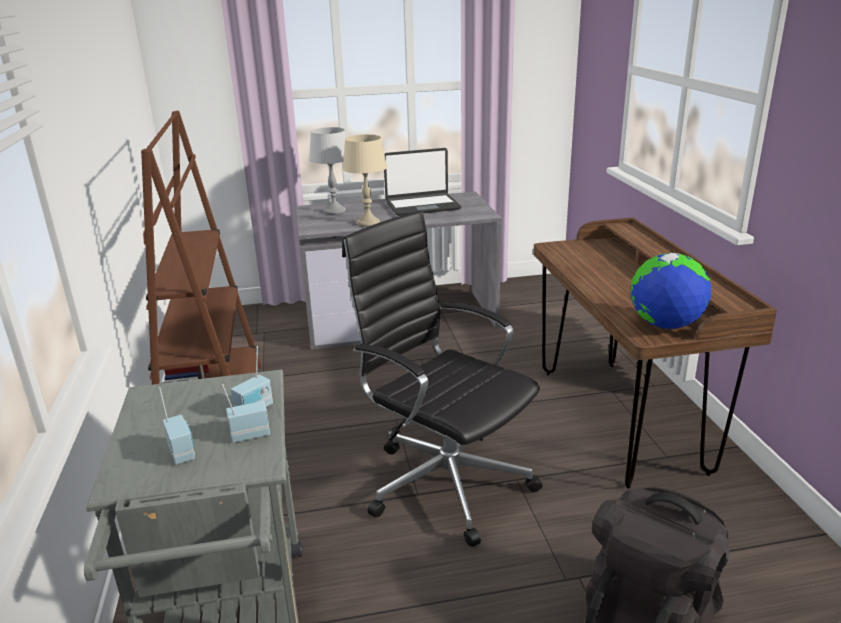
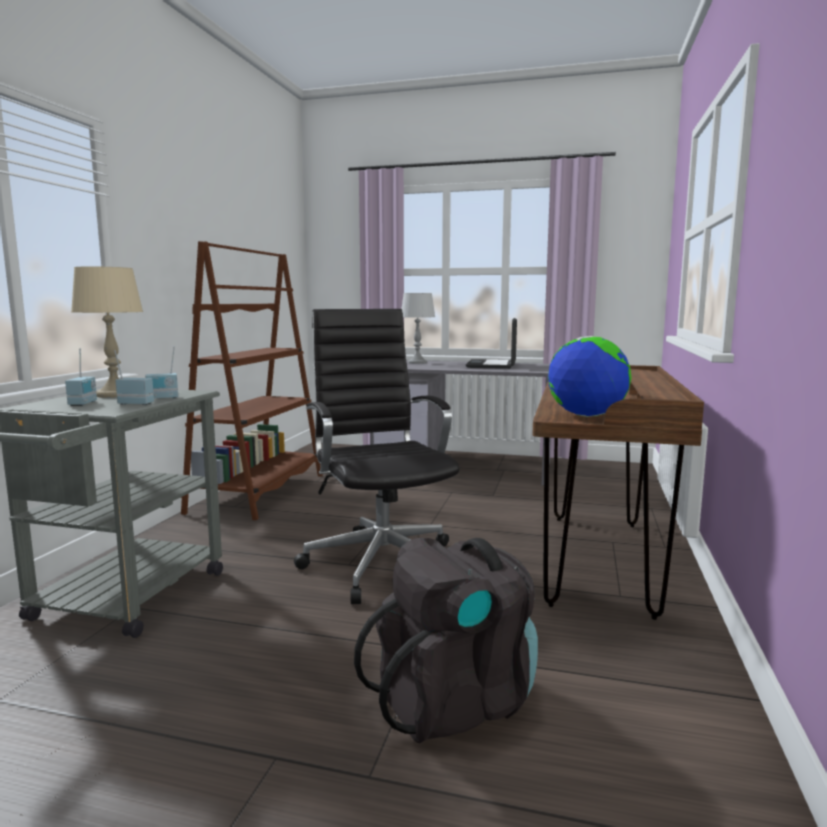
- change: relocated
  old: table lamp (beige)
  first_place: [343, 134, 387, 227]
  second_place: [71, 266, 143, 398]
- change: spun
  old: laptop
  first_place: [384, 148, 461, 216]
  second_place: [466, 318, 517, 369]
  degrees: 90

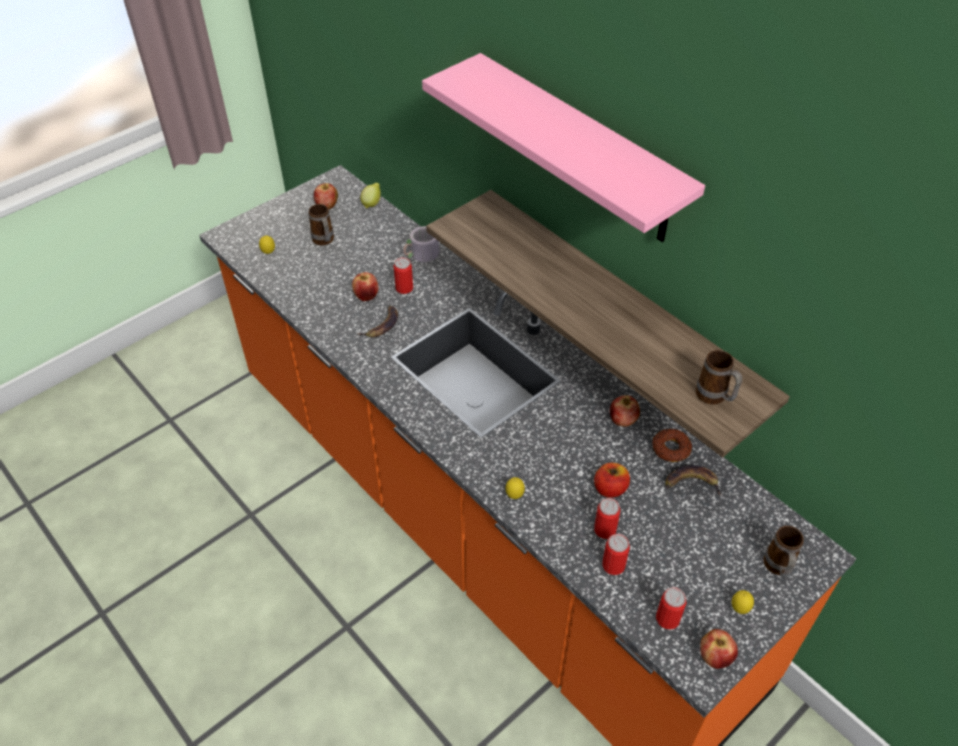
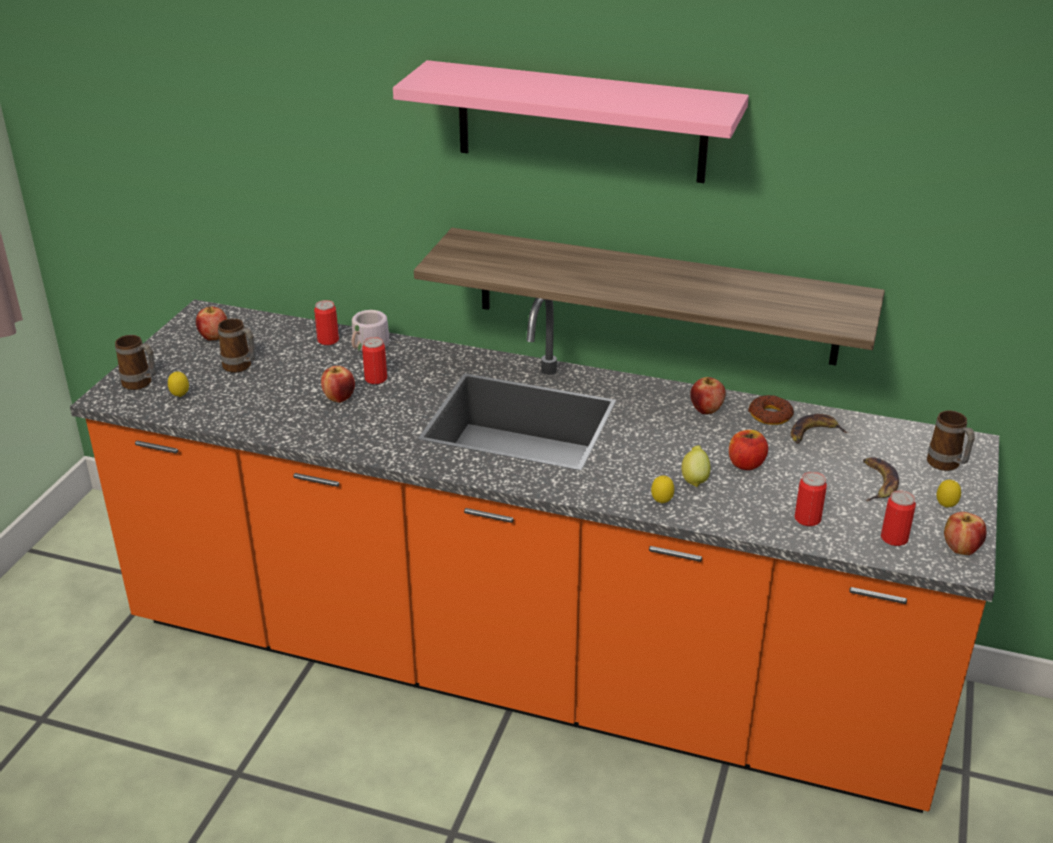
- change: relocated
  old: lemon
  first_place: [360, 183, 381, 208]
  second_place: [681, 445, 711, 487]
- change: relocated
  old: banana
  first_place: [357, 306, 398, 337]
  second_place: [863, 457, 899, 501]
- change: relocated
  old: mug
  first_place: [696, 350, 742, 404]
  second_place: [115, 335, 156, 390]
- change: relocated
  old: can
  first_place: [594, 498, 620, 539]
  second_place: [314, 300, 339, 345]

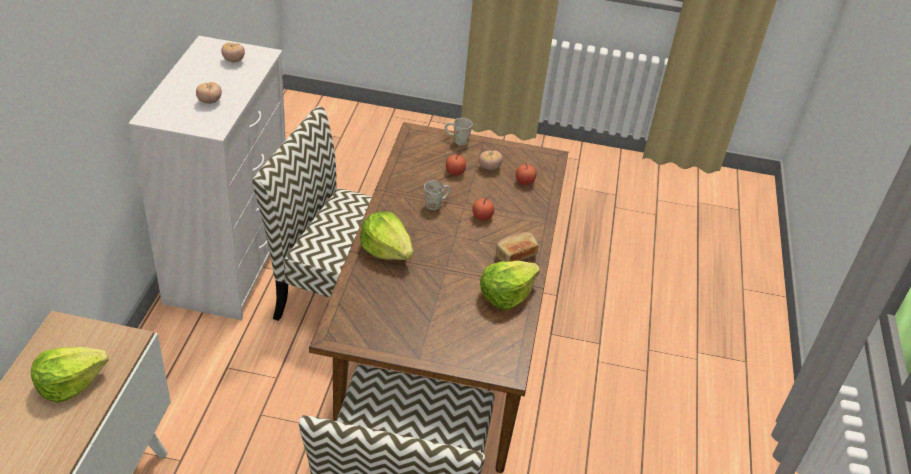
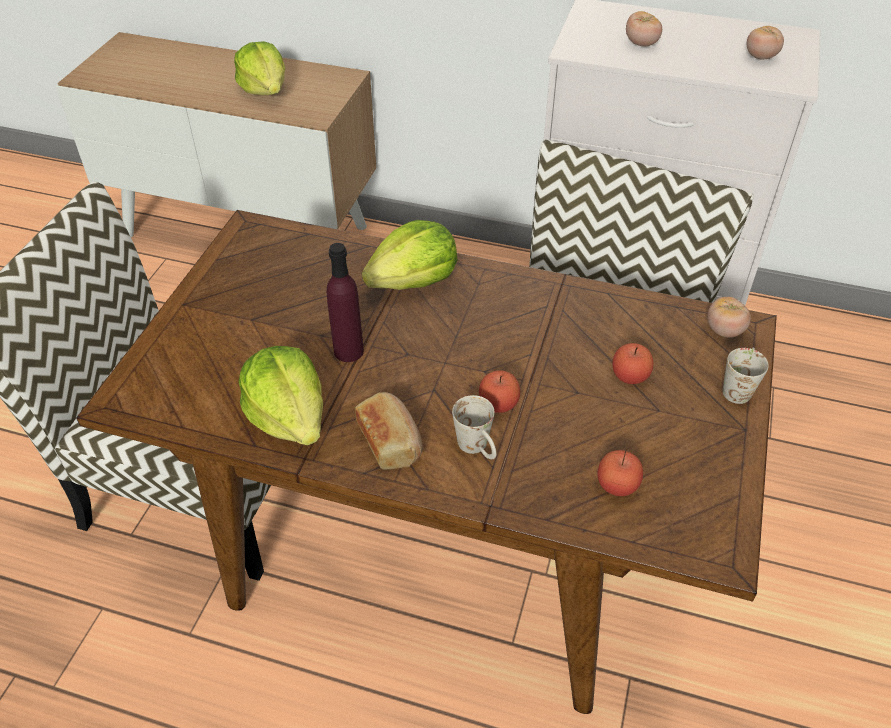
- change: relocated
  old: tomato
  first_place: [478, 150, 503, 170]
  second_place: [707, 297, 751, 338]
- change: relocated
  old: mug (white)
  first_place: [424, 180, 450, 210]
  second_place: [452, 395, 497, 459]
- change: appeared
  new: bottle (purple)
  second_place: [327, 243, 364, 362]

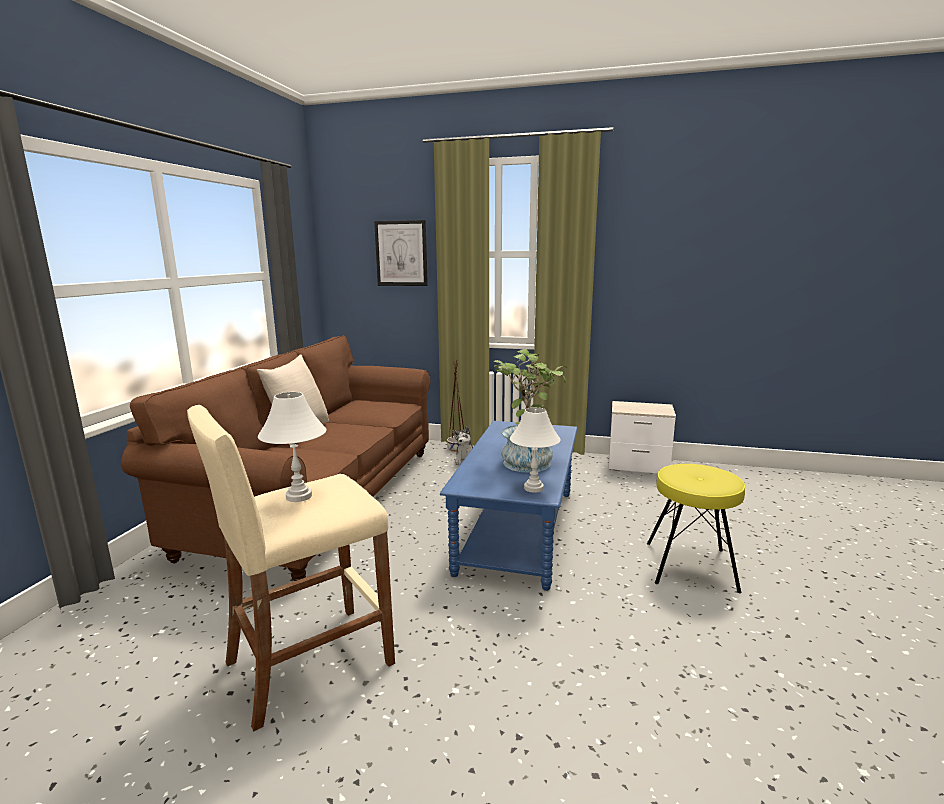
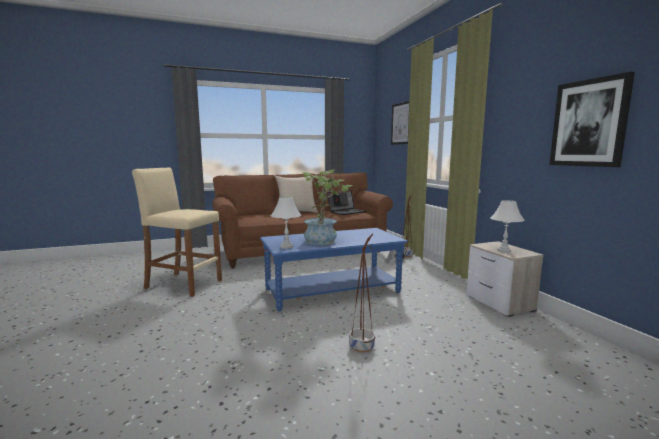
- change: relocated
  old: table lamp (white)
  first_place: [258, 392, 326, 502]
  second_place: [490, 200, 525, 253]
- change: exchanged
  old: stool (yellow)
  new: planter (brown)
  first_place: [647, 464, 745, 593]
  second_place: [349, 234, 375, 352]
- change: appeared
  new: picture
  second_place: [549, 72, 635, 167]
- change: appeared
  new: laptop
  second_place: [327, 190, 366, 215]

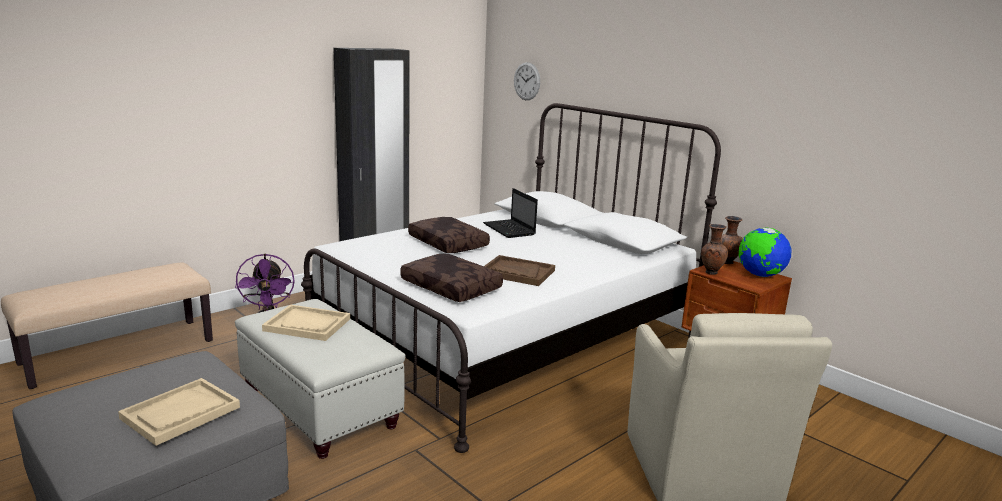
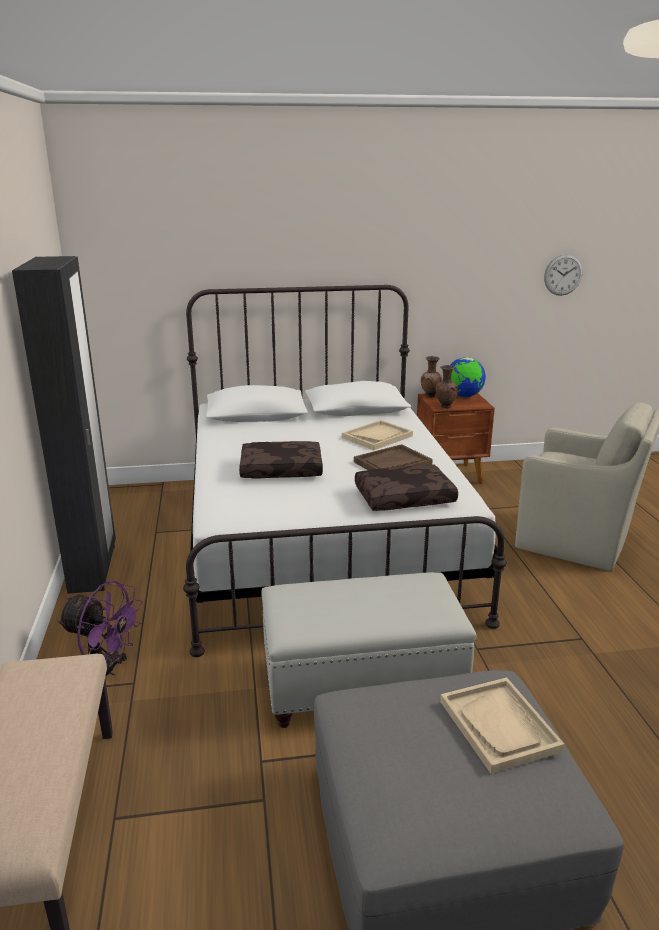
- change: relocated
  old: wall clock
  first_place: [514, 62, 540, 100]
  second_place: [544, 254, 583, 296]
- change: missing
  old: laptop
  first_place: [483, 188, 538, 238]
- change: relocated
  old: tray (beige)
  first_place: [262, 305, 350, 341]
  second_place: [342, 420, 413, 450]

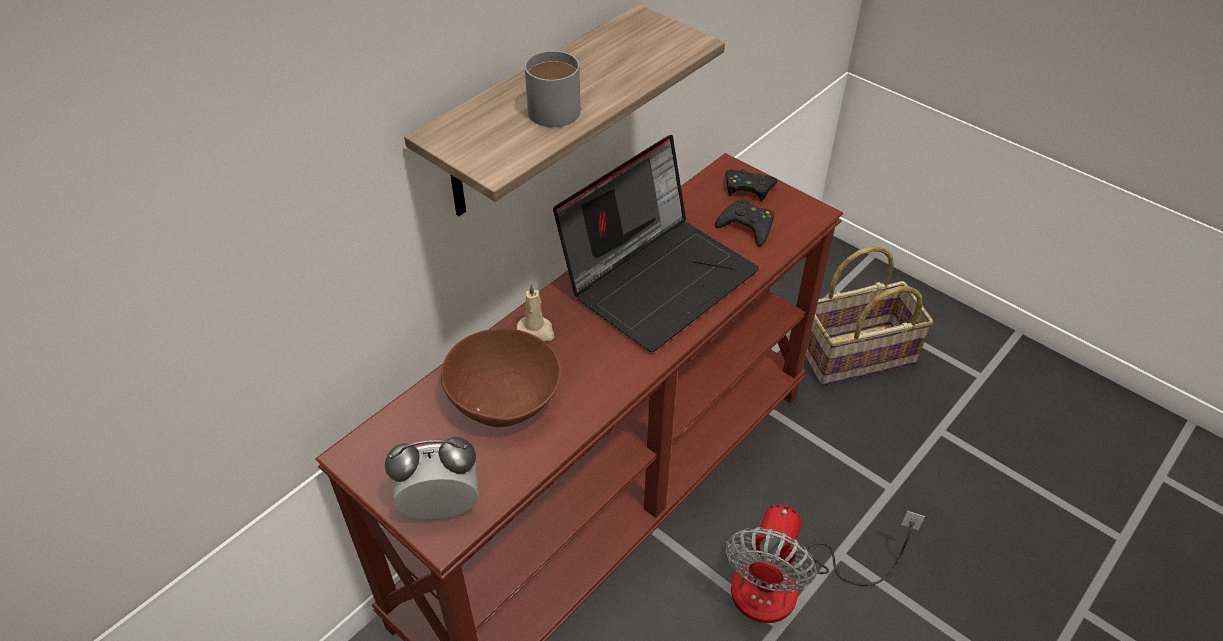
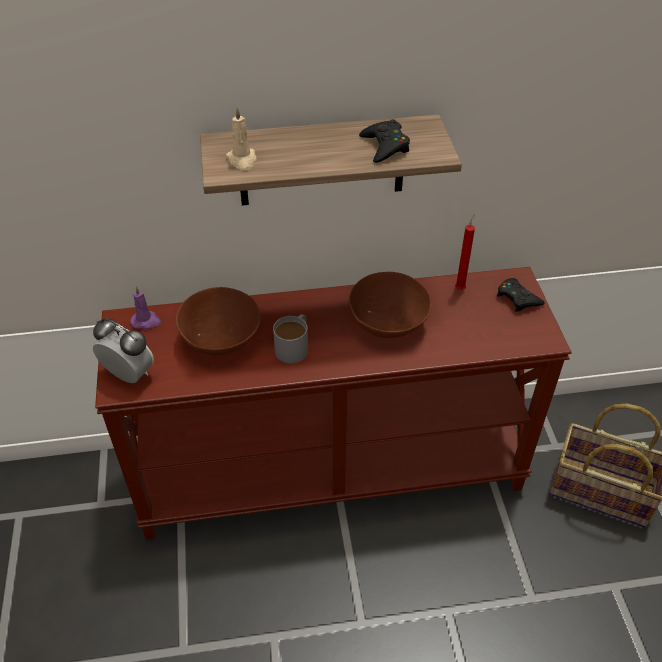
- change: relocated
  old: mug (grey)
  first_place: [525, 51, 581, 127]
  second_place: [273, 314, 308, 363]
- change: exchanged
  old: laptop
  new: bowl (brown)
  first_place: [553, 135, 759, 352]
  second_place: [349, 272, 432, 338]
- change: relocated
  old: game controller (black)
  first_place: [715, 199, 774, 247]
  second_place: [359, 119, 410, 163]
- change: relocated
  old: candle (beige)
  first_place: [517, 283, 554, 341]
  second_place: [226, 107, 257, 170]
- change: missing
  old: fan
  first_place: [725, 505, 925, 623]
- change: appeared
  new: candle (red)
  second_place: [455, 214, 475, 290]
- change: appeared
  new: candle (purple)
  second_place: [130, 286, 161, 329]

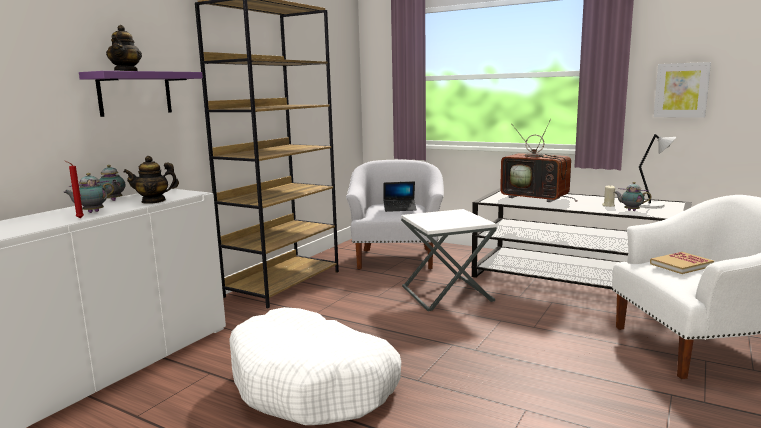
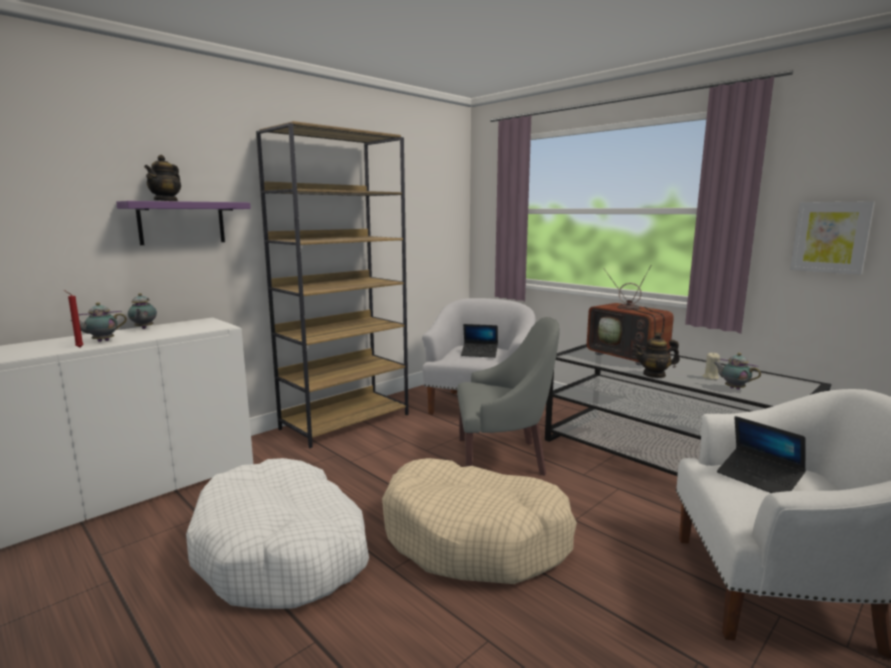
- change: missing
  old: table lamp (grey)
  first_place: [639, 134, 676, 208]
- change: relocated
  old: teapot
  first_place: [123, 156, 179, 204]
  second_place: [634, 333, 680, 378]
- change: exchanged
  old: side table (white)
  new: armchair (grey)
  first_place: [401, 209, 497, 311]
  second_place: [457, 317, 560, 476]
- change: exchanged
  old: book
  new: laptop
  first_place: [650, 252, 714, 274]
  second_place: [717, 416, 806, 493]
- change: appeared
  new: dog bed (beige)
  second_place: [382, 458, 577, 584]

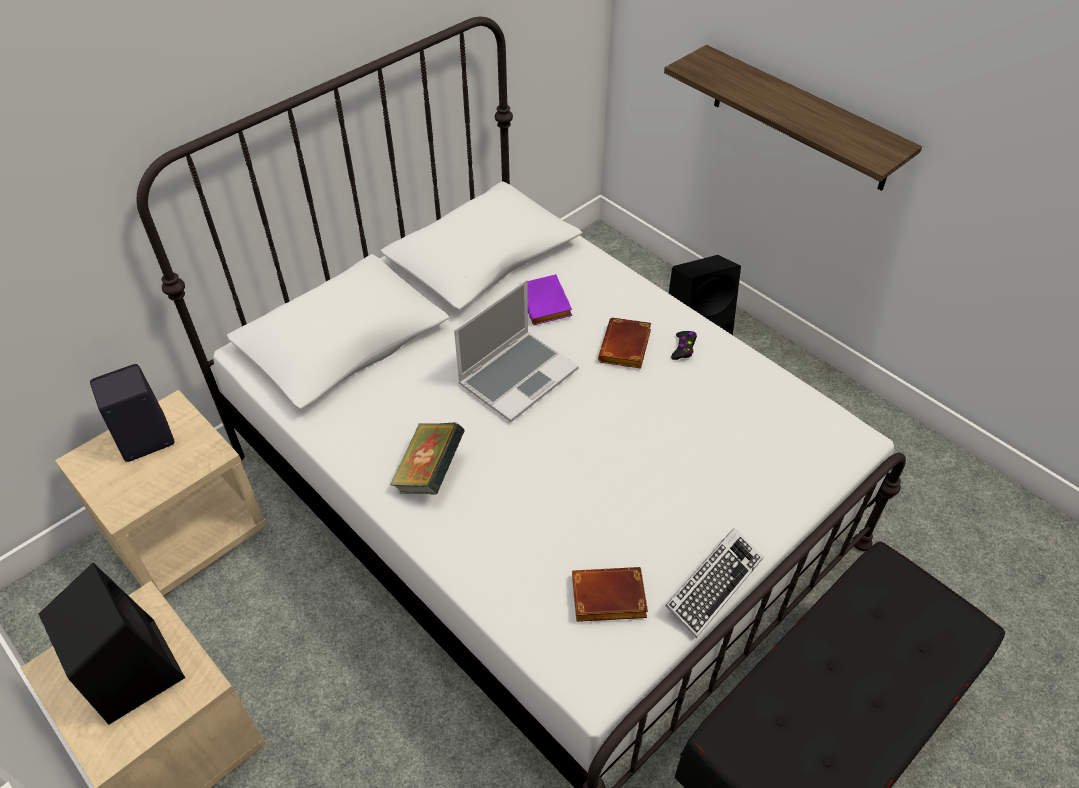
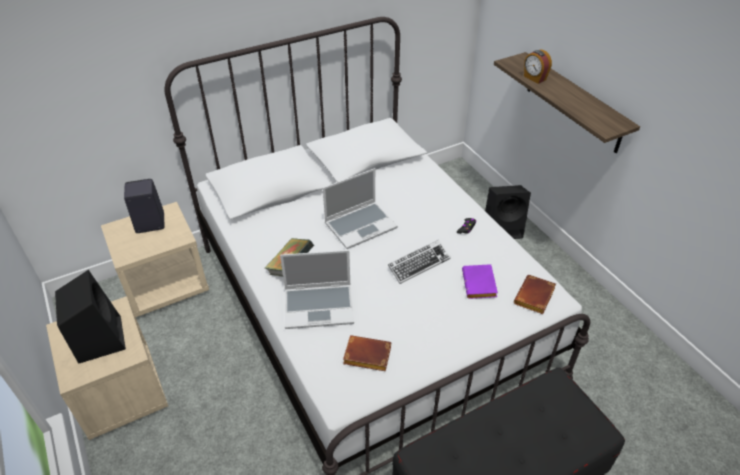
- change: relocated
  old: book (purple)
  first_place: [519, 274, 572, 325]
  second_place: [462, 264, 498, 299]
- change: relocated
  old: book (brown)
  first_place: [598, 318, 651, 369]
  second_place: [514, 275, 556, 314]
- change: relocated
  old: keyboard
  first_place: [665, 528, 763, 638]
  second_place: [388, 240, 451, 284]
- change: appeared
  new: alarm clock
  second_place: [524, 49, 552, 84]
- change: appeared
  new: laptop
  second_place: [280, 250, 354, 329]

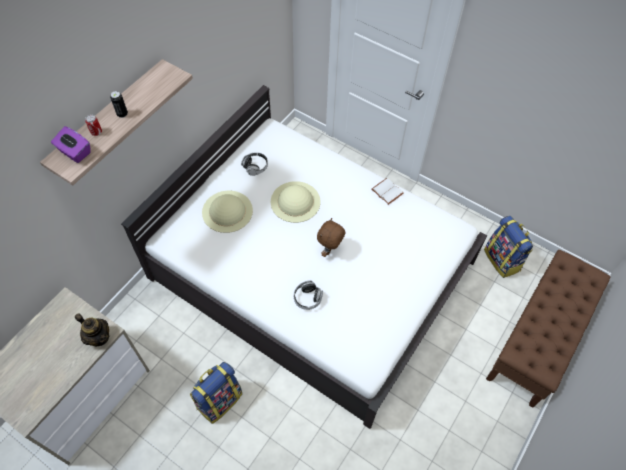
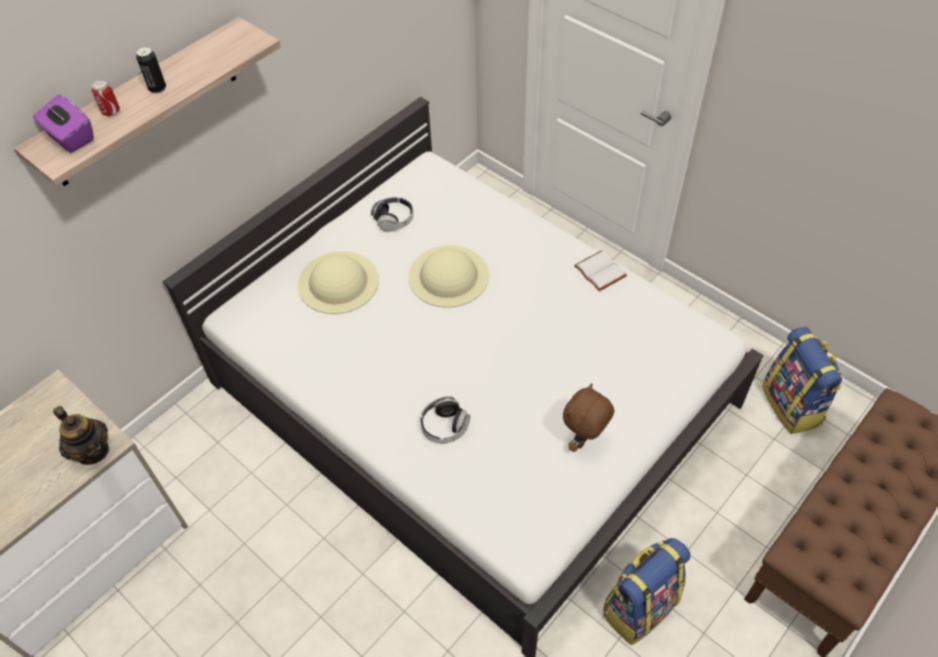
- change: relocated
  old: plush toy (brown)
  first_place: [317, 218, 345, 257]
  second_place: [563, 383, 614, 452]
- change: relocated
  old: backpack
  first_place: [190, 362, 242, 424]
  second_place: [603, 538, 690, 645]

